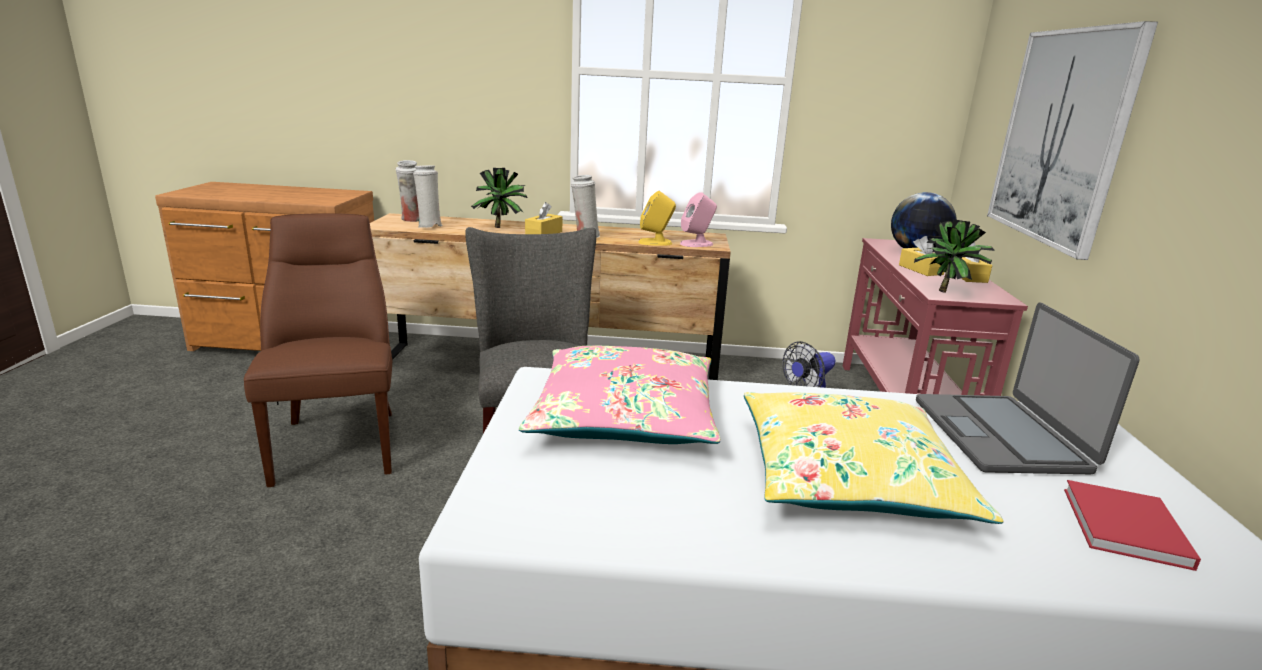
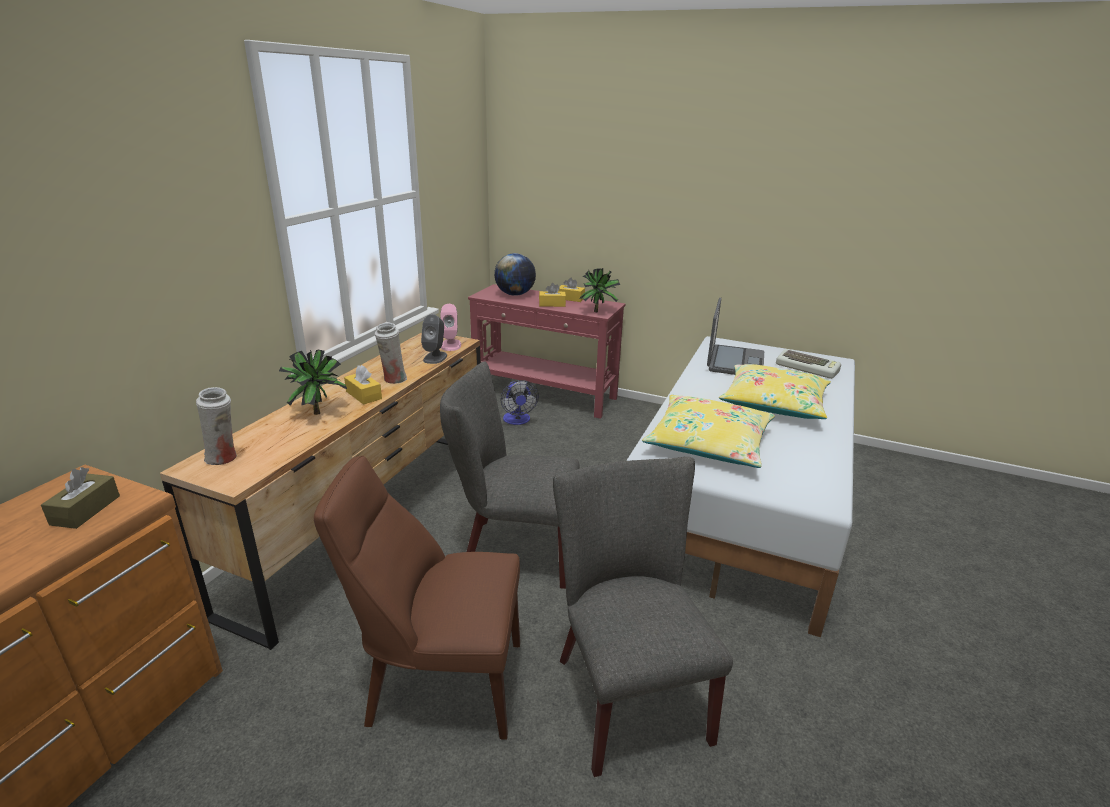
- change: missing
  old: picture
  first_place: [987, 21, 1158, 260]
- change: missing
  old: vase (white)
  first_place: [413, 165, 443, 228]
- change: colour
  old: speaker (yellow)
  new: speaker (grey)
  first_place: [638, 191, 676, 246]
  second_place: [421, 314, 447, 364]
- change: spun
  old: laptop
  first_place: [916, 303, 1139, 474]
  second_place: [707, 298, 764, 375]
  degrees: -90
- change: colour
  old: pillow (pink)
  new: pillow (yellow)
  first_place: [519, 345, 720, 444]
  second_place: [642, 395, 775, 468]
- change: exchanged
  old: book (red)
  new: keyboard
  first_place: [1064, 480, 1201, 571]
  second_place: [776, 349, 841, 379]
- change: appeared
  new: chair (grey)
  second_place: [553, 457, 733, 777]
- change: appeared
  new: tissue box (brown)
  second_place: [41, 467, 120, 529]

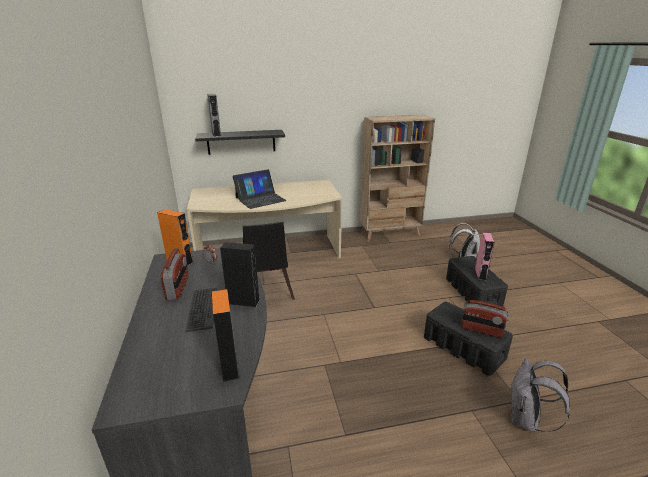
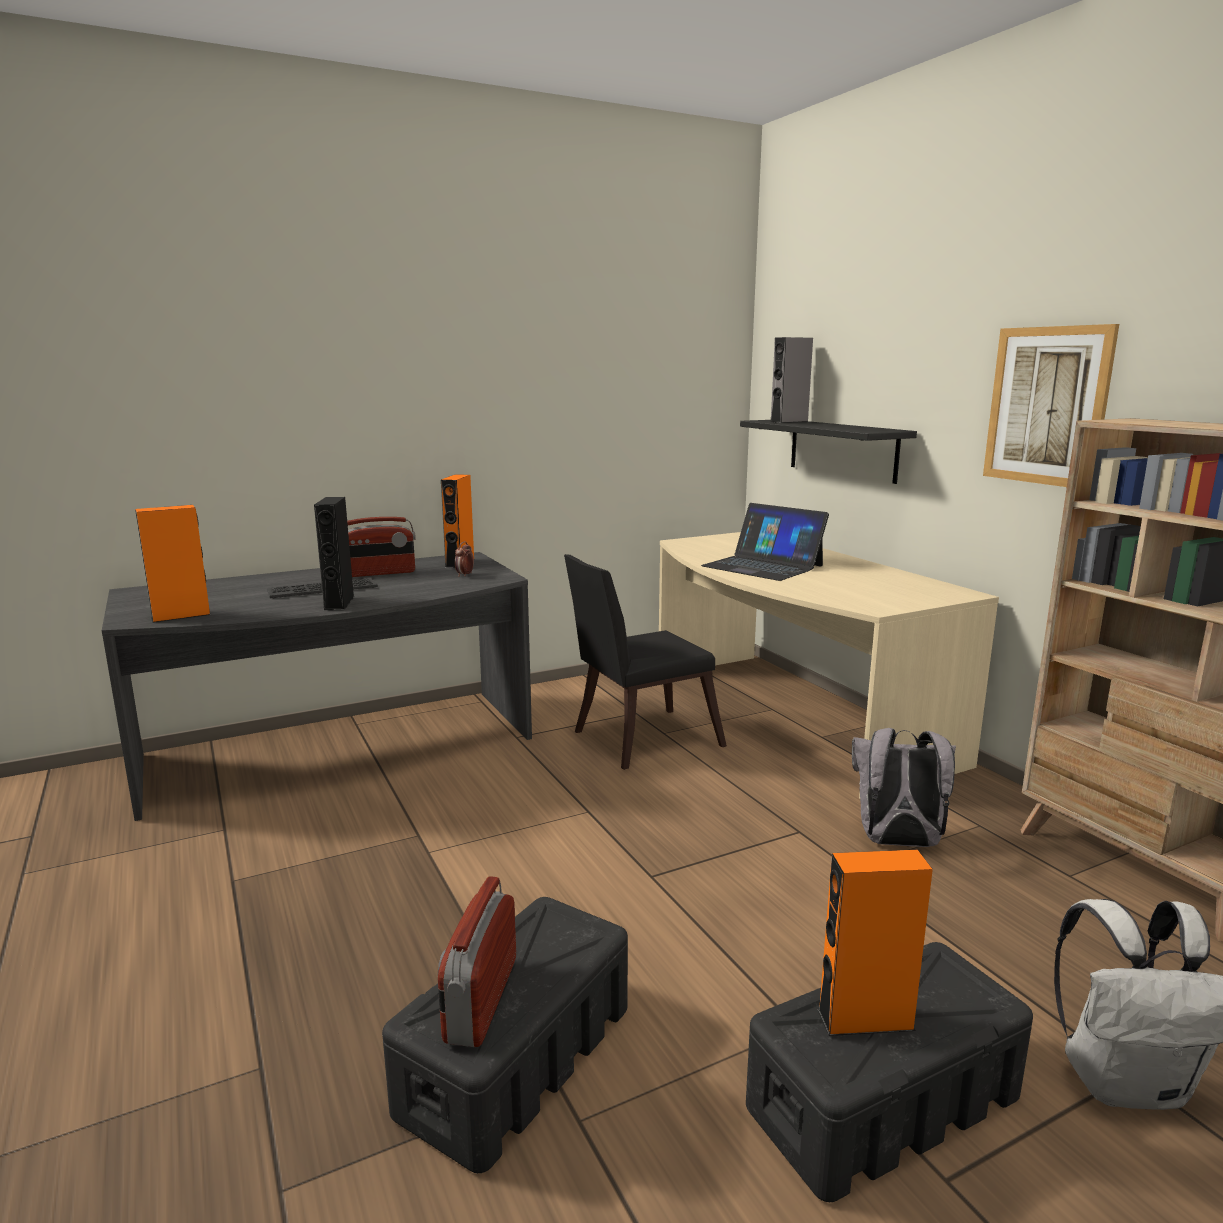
- change: colour
  old: speaker (pink)
  new: speaker (orange)
  first_place: [475, 232, 494, 281]
  second_place: [818, 850, 933, 1036]
- change: relocated
  old: backpack (grey)
  first_place: [511, 358, 570, 432]
  second_place: [852, 728, 956, 847]
- change: appeared
  new: picture
  second_place: [983, 324, 1119, 487]

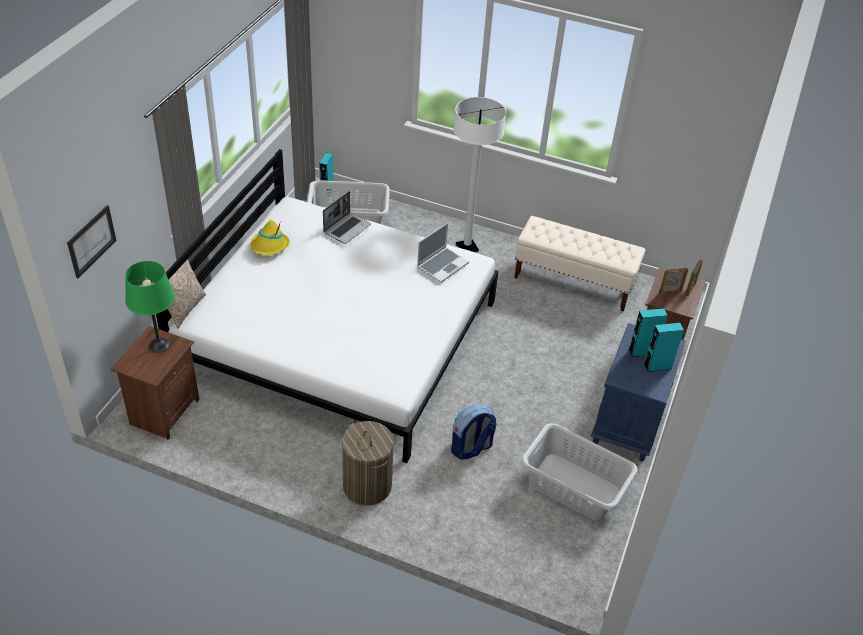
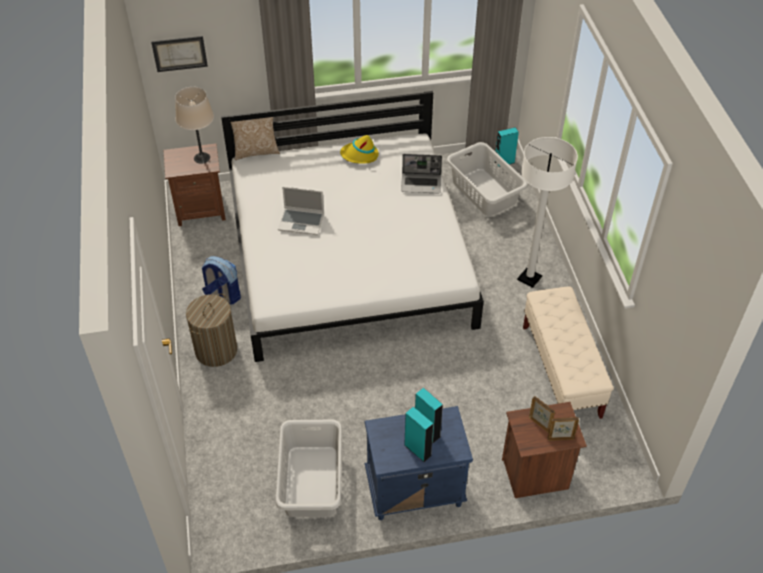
- change: relocated
  old: laptop
  first_place: [417, 223, 469, 283]
  second_place: [278, 187, 324, 235]
- change: colour
  old: table lamp (green)
  new: table lamp (beige)
  first_place: [125, 261, 174, 353]
  second_place: [175, 87, 214, 164]
- change: relocated
  old: backpack
  first_place: [451, 404, 496, 460]
  second_place: [202, 256, 241, 304]

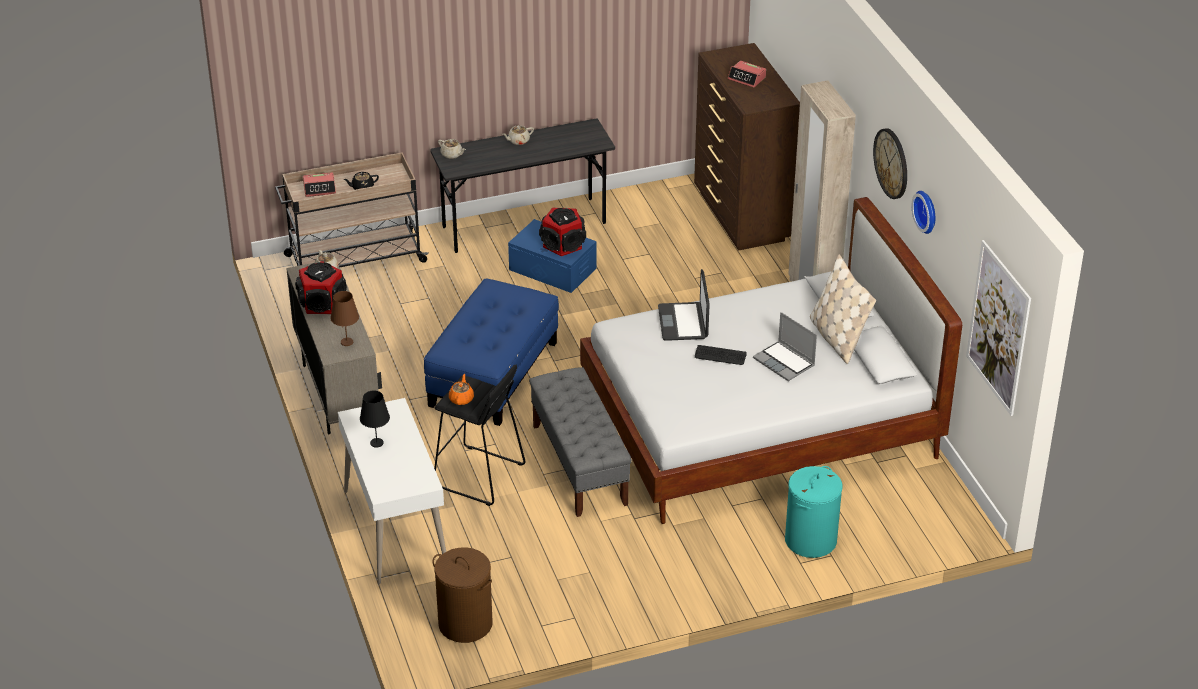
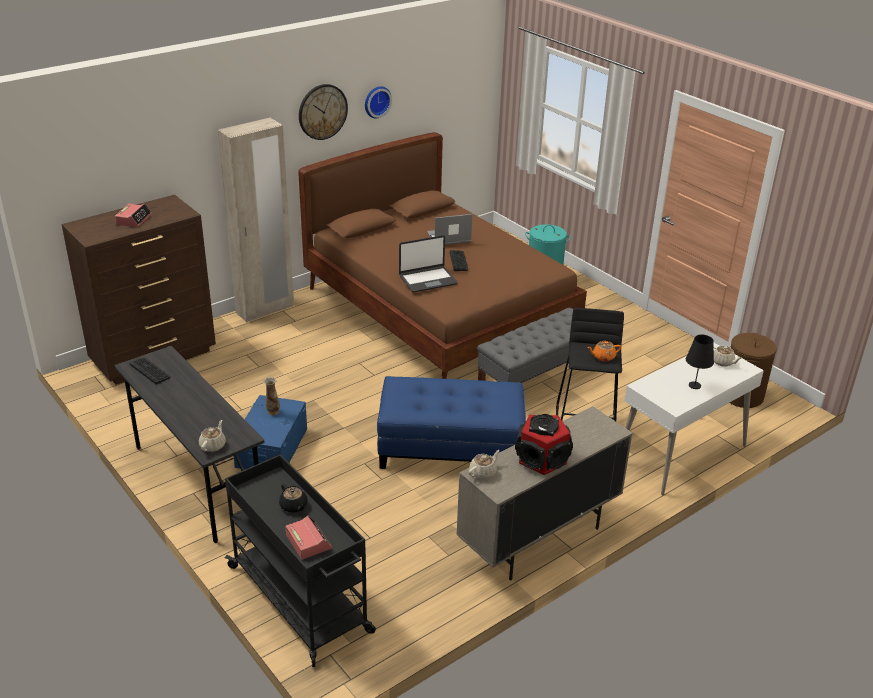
- change: relocated
  old: teapot (beige)
  first_place: [502, 125, 534, 145]
  second_place: [714, 346, 742, 367]
- change: colour
  old: cart (beige)
  new: cart (black)
  first_place: [275, 152, 428, 267]
  second_place: [225, 454, 376, 667]
- change: colour
  old: bed (white)
  new: bed (brown)
  first_place: [580, 197, 962, 524]
  second_place: [298, 132, 587, 379]
- change: exchanged
  old: speaker
  new: vase
  first_place: [539, 208, 586, 256]
  second_place: [264, 377, 280, 415]
- change: missing
  old: picture
  first_place: [966, 240, 1031, 416]
- change: missing
  old: pillow (beige)
  first_place: [810, 255, 876, 364]
- change: missing
  old: table lamp (brown)
  first_place: [330, 291, 359, 346]
- change: spun
  old: laptop
  first_place: [753, 312, 817, 381]
  second_place: [427, 214, 472, 245]
  degrees: -135
- change: appeared
  new: keyboard
  second_place: [129, 358, 170, 385]

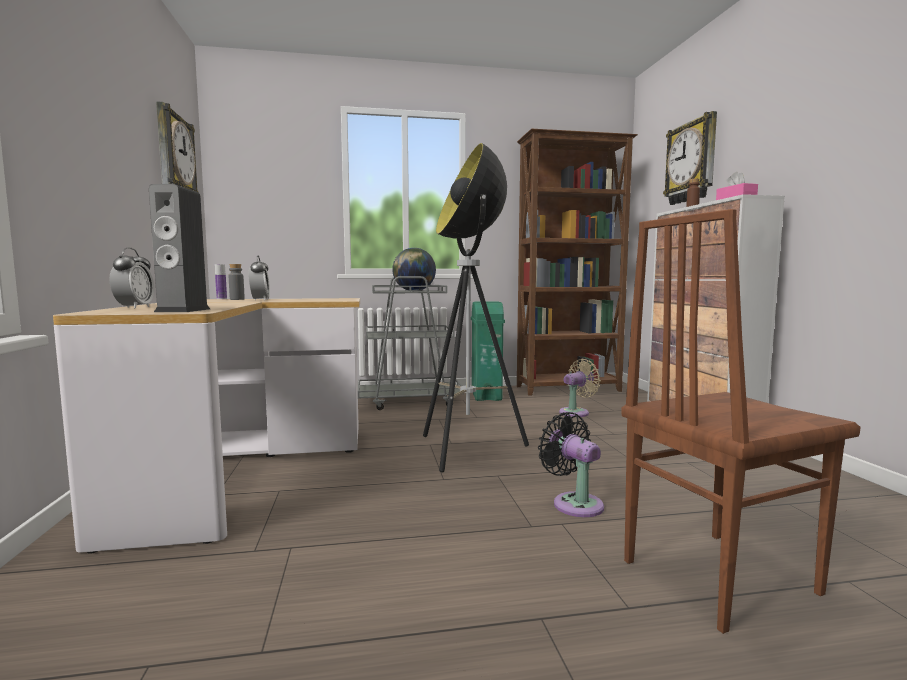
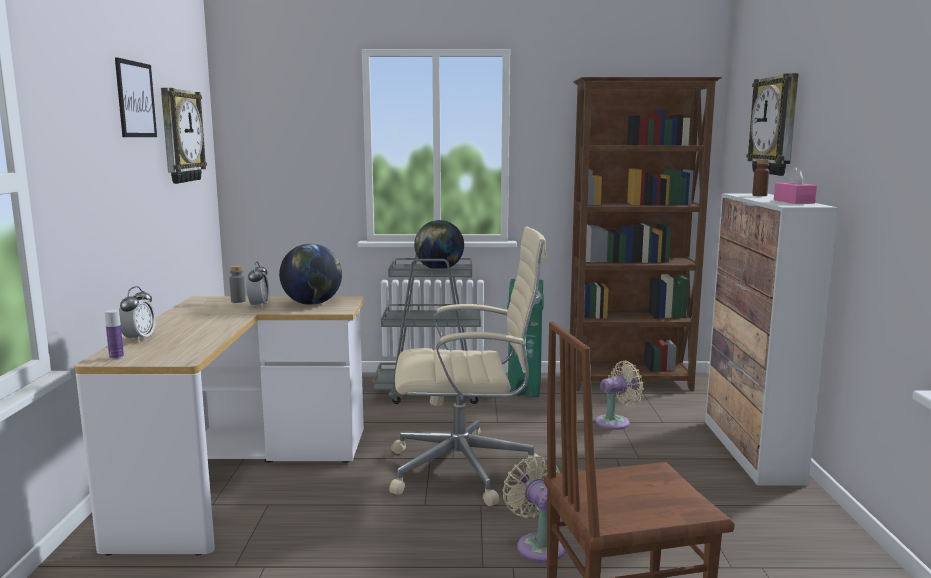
- change: exchanged
  old: floor lamp
  new: office chair (beige)
  first_place: [423, 143, 529, 473]
  second_place: [389, 226, 547, 506]
- change: missing
  old: speaker
  first_place: [149, 184, 210, 312]
- change: relocated
  old: bottle
  first_place: [215, 264, 227, 299]
  second_place: [105, 310, 124, 360]
- change: colour
  old: fan (black)
  new: fan (beige)
  first_place: [538, 412, 604, 517]
  second_place: [503, 456, 566, 563]
- change: appeared
  new: picture
  second_place: [115, 57, 157, 137]
- change: appeared
  new: globe
  second_place: [279, 244, 342, 305]

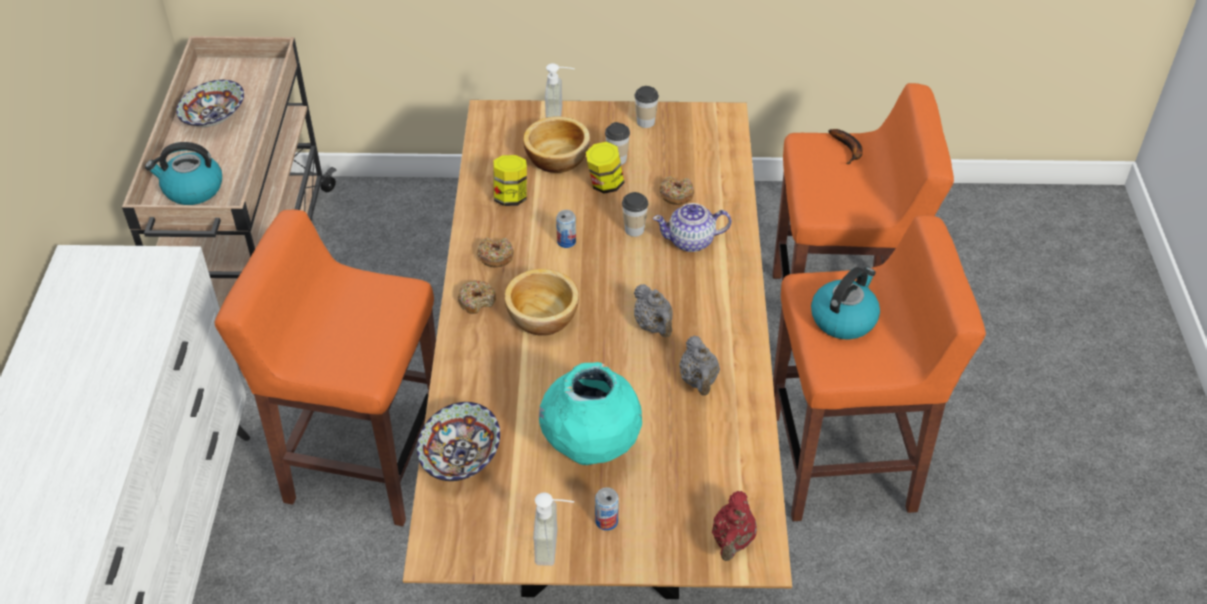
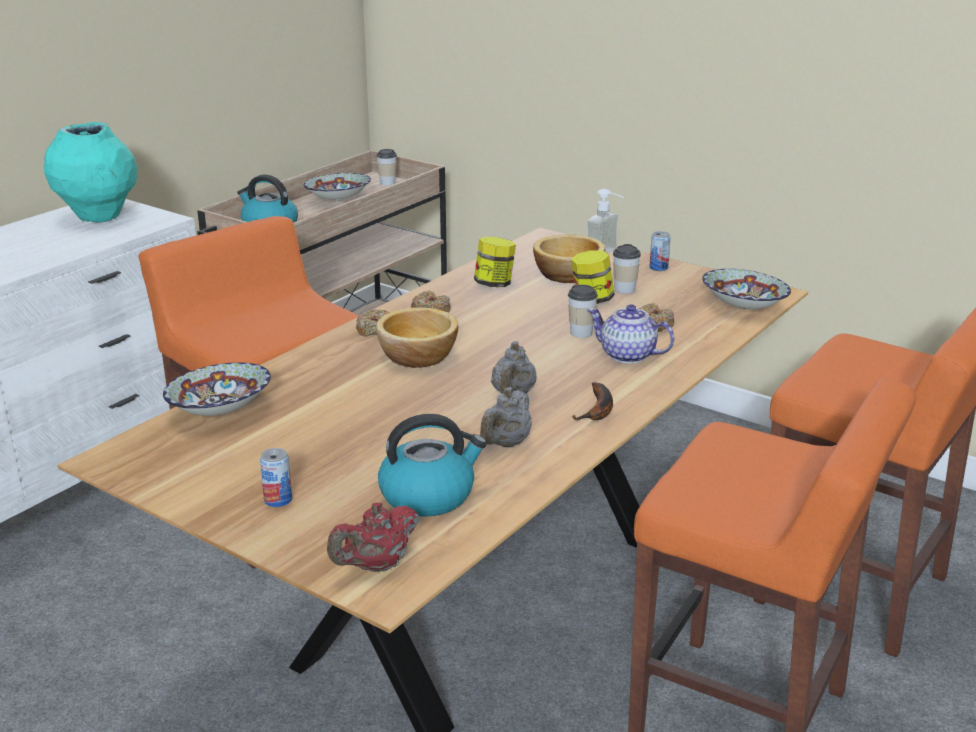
- change: relocated
  old: cup
  first_place: [634, 86, 659, 128]
  second_place: [376, 149, 397, 186]
- change: relocated
  old: banana
  first_place: [829, 129, 863, 164]
  second_place: [571, 382, 613, 420]
- change: relocated
  old: can
  first_place: [556, 210, 576, 248]
  second_place: [649, 231, 671, 271]
- change: relocated
  old: kettle
  first_place: [811, 267, 880, 340]
  second_place: [378, 414, 487, 517]
- change: relocated
  old: vase (turquoise)
  first_place: [539, 362, 642, 465]
  second_place: [44, 122, 138, 222]
- change: missing
  old: soap dispenser
  first_place: [533, 492, 574, 566]
- change: appeared
  new: bowl
  second_place: [702, 269, 791, 309]

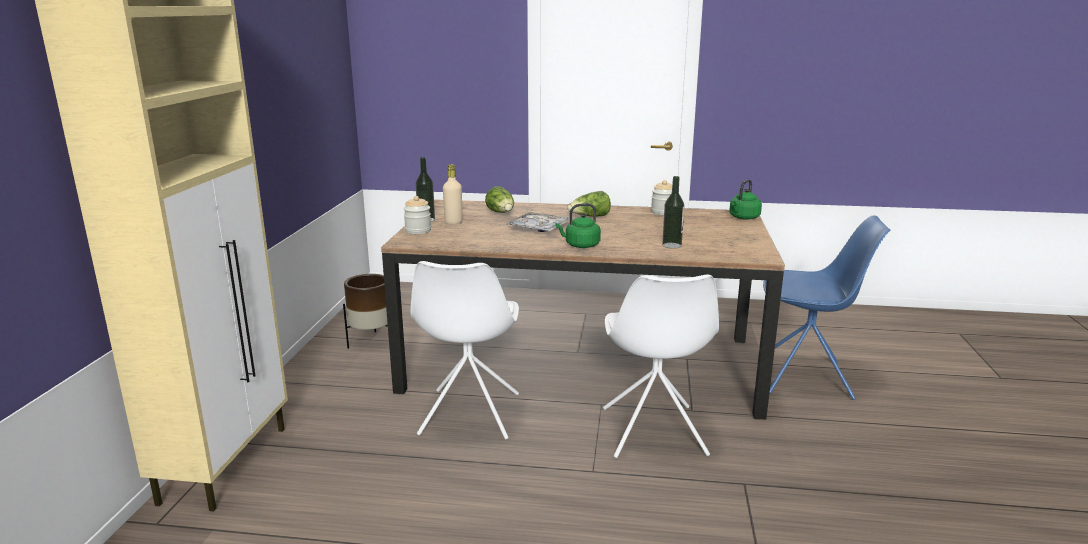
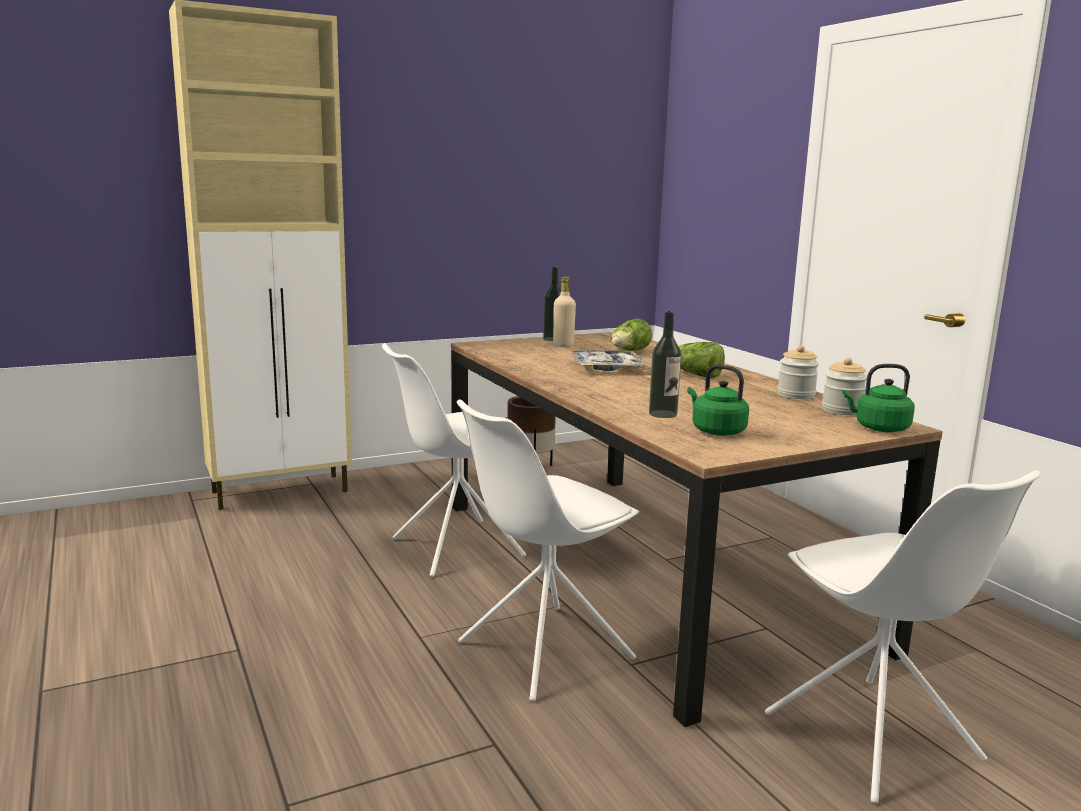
- change: relocated
  old: jar
  first_place: [403, 196, 431, 234]
  second_place: [822, 358, 867, 415]
- change: relocated
  old: kettle (green)
  first_place: [555, 203, 601, 248]
  second_place: [687, 364, 749, 436]
- change: colour
  old: chair (blue)
  new: chair (white)
  first_place: [763, 215, 891, 400]
  second_place: [765, 471, 1041, 803]

